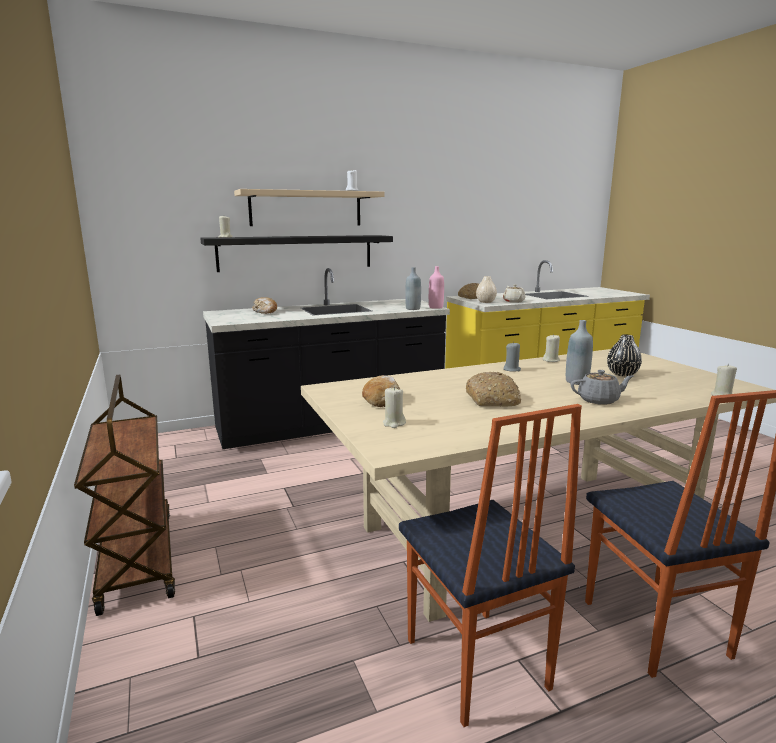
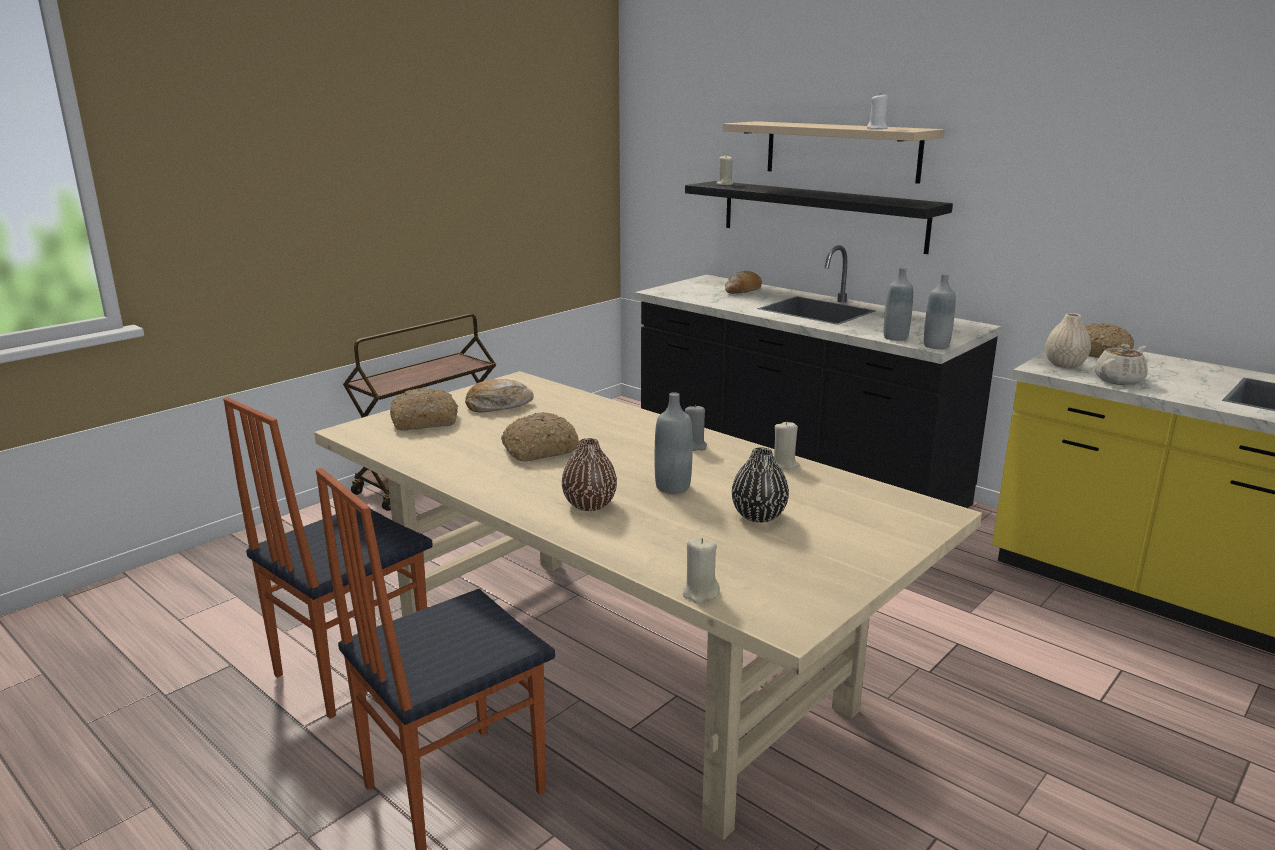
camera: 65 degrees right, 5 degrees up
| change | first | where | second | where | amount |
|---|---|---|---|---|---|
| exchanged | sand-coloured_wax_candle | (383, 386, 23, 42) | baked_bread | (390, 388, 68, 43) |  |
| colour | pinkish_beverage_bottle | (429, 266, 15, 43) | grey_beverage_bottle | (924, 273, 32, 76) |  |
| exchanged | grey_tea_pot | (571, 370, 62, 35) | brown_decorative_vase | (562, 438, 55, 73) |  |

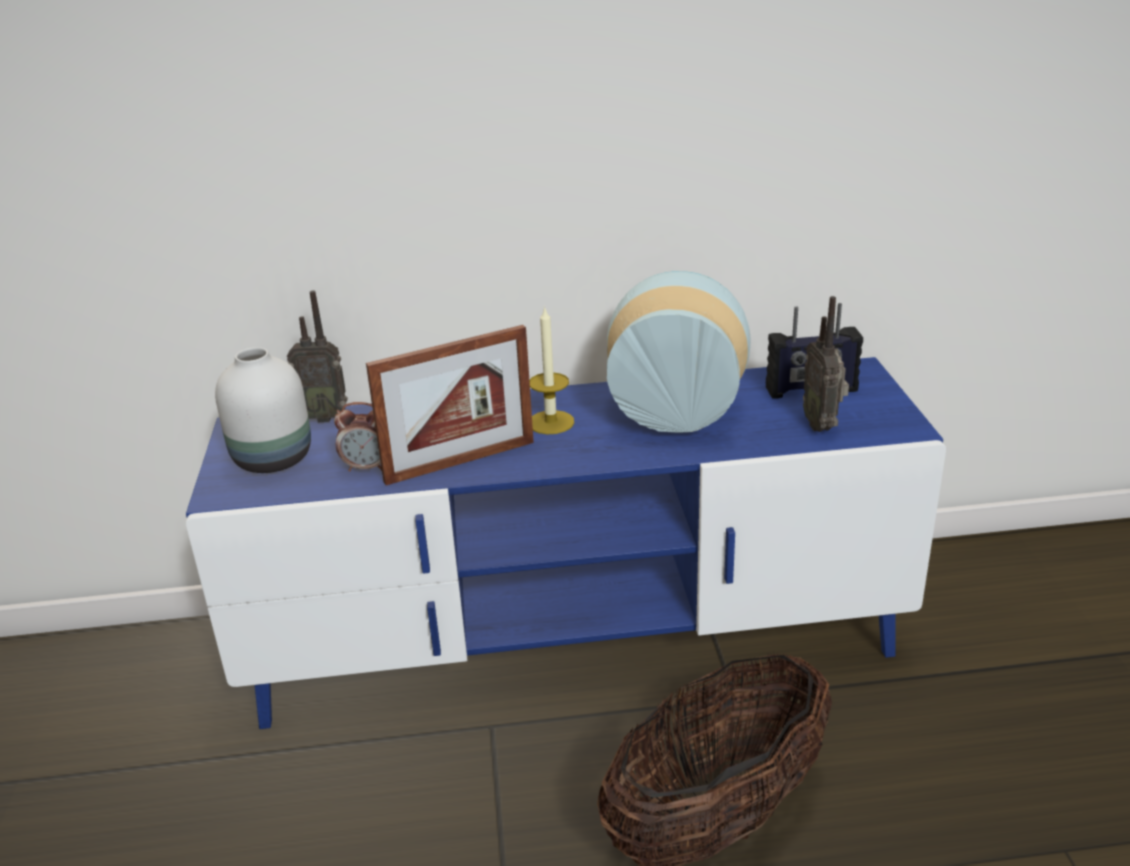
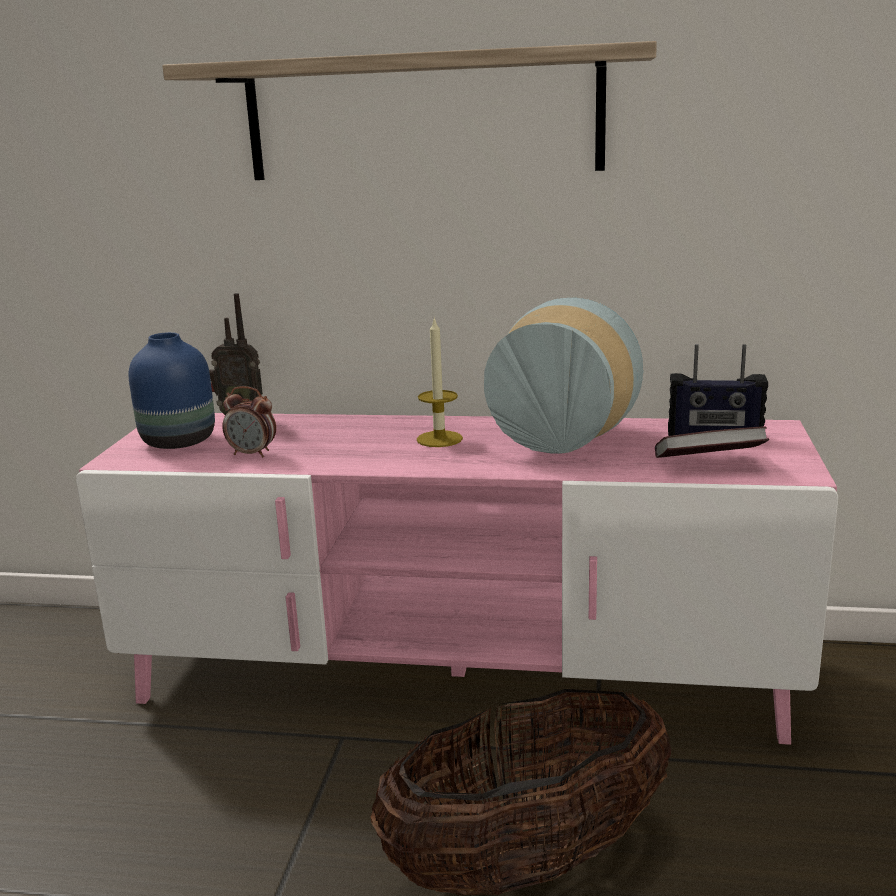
camera: 15 degrees right, 10 degrees down
| change | first | where | second | where | amount |
|---|---|---|---|---|---|
| colour | blue-coloured_tv_stand | (186, 357, 760, 372) | pinkish_tv_stand | (76, 413, 762, 332) |  |
| colour | whitish_decorative_vase | (215, 347, 96, 126) | blue-coloured_decorative_vase | (128, 332, 87, 117) |  |
| missing | picture_frame | (366, 325, 168, 160) |  |  |  |
| exchanged | radio | (803, 296, 46, 136) | bound_book | (655, 427, 114, 31) |  |
| appeared |  |  | wall_shelf | (162, 41, 495, 139) |  |

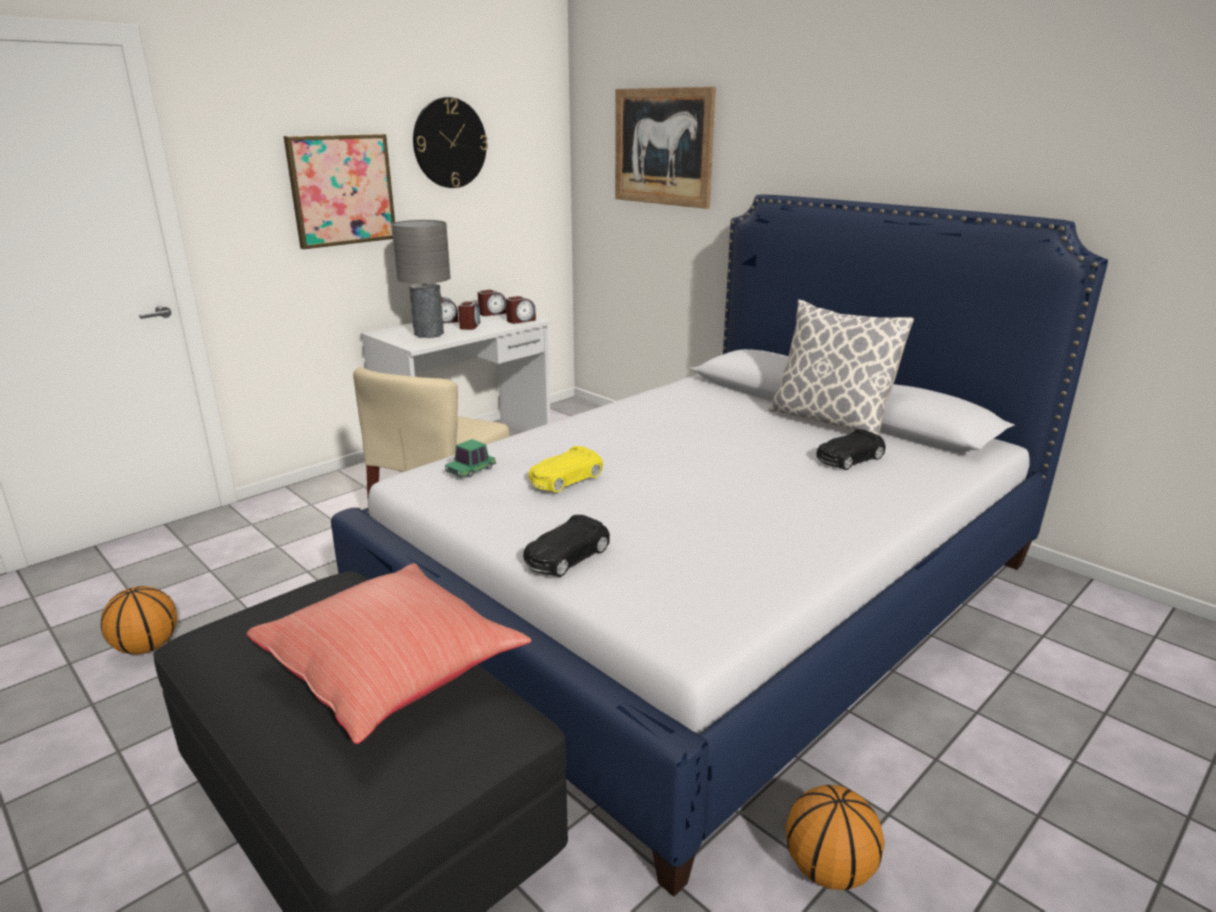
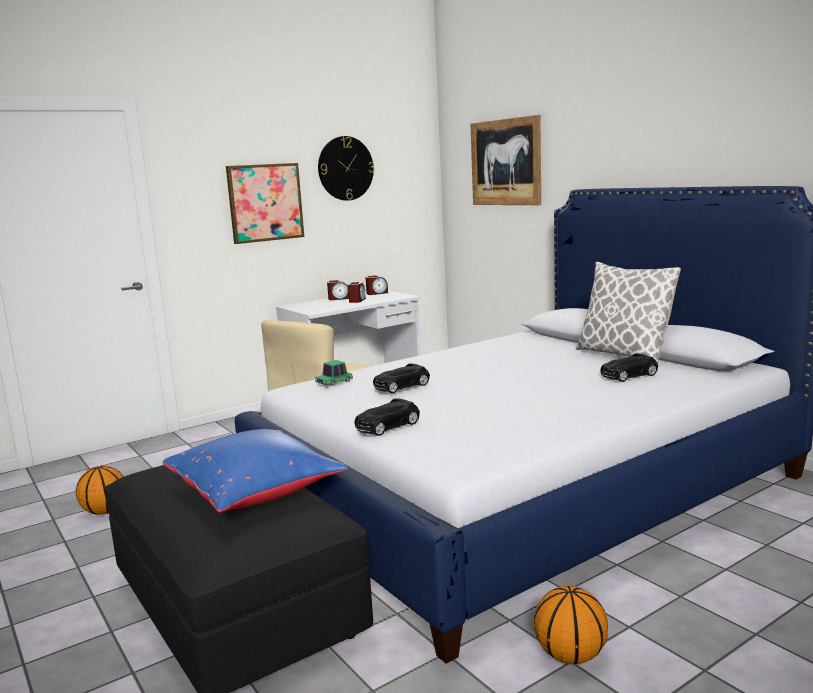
camera: 10 degrees right, 10 degrees down
| change | first | where | second | where | amount |
|---|---|---|---|---|---|
| colour | red_pillow | (247, 563, 284, 181) | blue-coloured_pillow | (163, 429, 186, 83) |  |
| missing | grey_tabletop_lamp | (391, 220, 59, 118) |  |  |  |
| missing | table_clock | (506, 296, 30, 28) |  |  |  |
| colour | yellow_miniature_car | (528, 446, 75, 47) | blackish_miniature_car | (373, 363, 57, 30) |  |

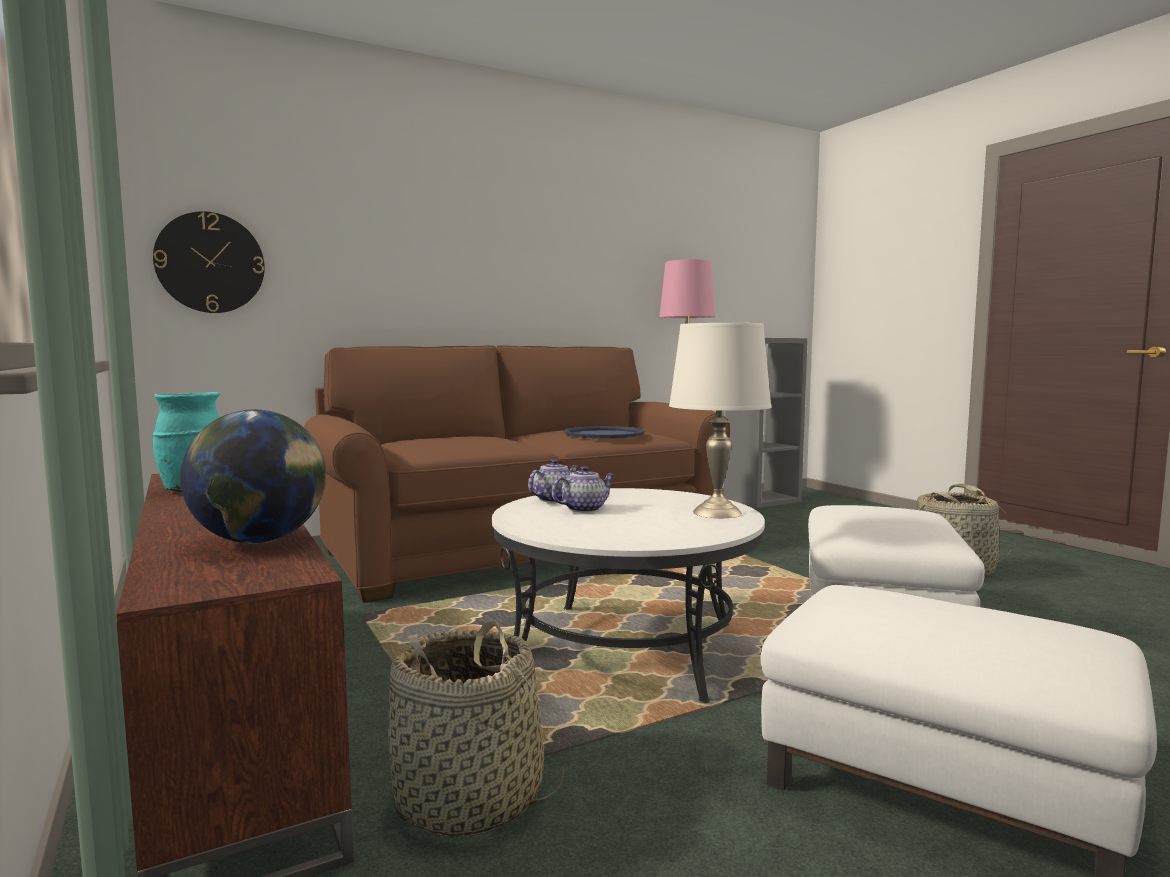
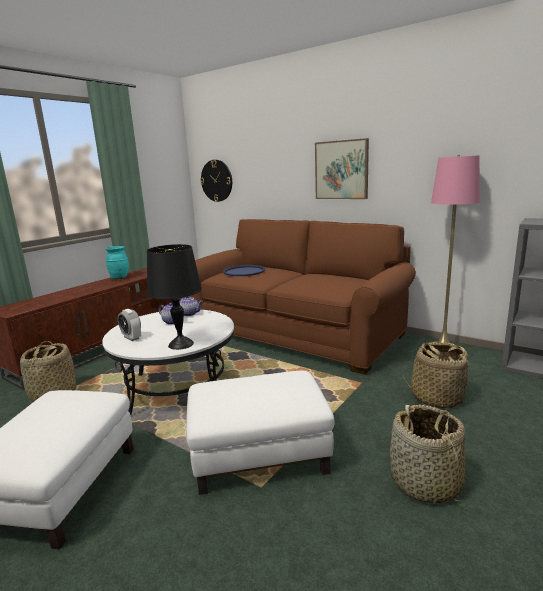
camera: 65 degrees right, 10 degrees up
| change | first | where | second | where | amount |
|---|---|---|---|---|---|
| missing | desk_globe | (180, 410, 146, 134) |  |  |  |
| relocated | blue-coloured_serving_tray | (564, 426, 80, 13) |  | (223, 265, 42, 11) |  |
| colour | whitish_tabletop_lamp | (669, 323, 103, 195) | blackish_tabletop_lamp | (147, 244, 55, 106) |  |
| appeared |  |  | table_clock | (118, 309, 23, 32) |  |
| appeared |  |  | wall_art | (315, 138, 54, 61) |  |
| appeared |  |  | storage_basket | (402, 342, 71, 67) |  |

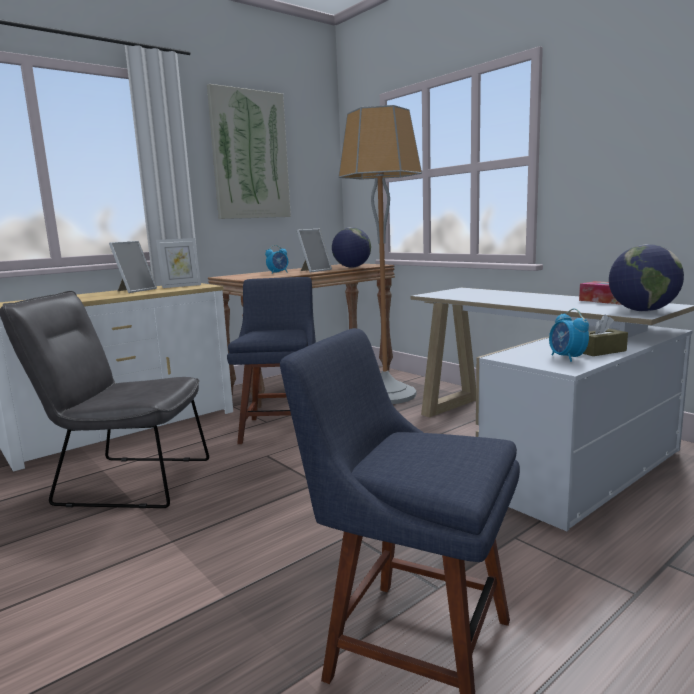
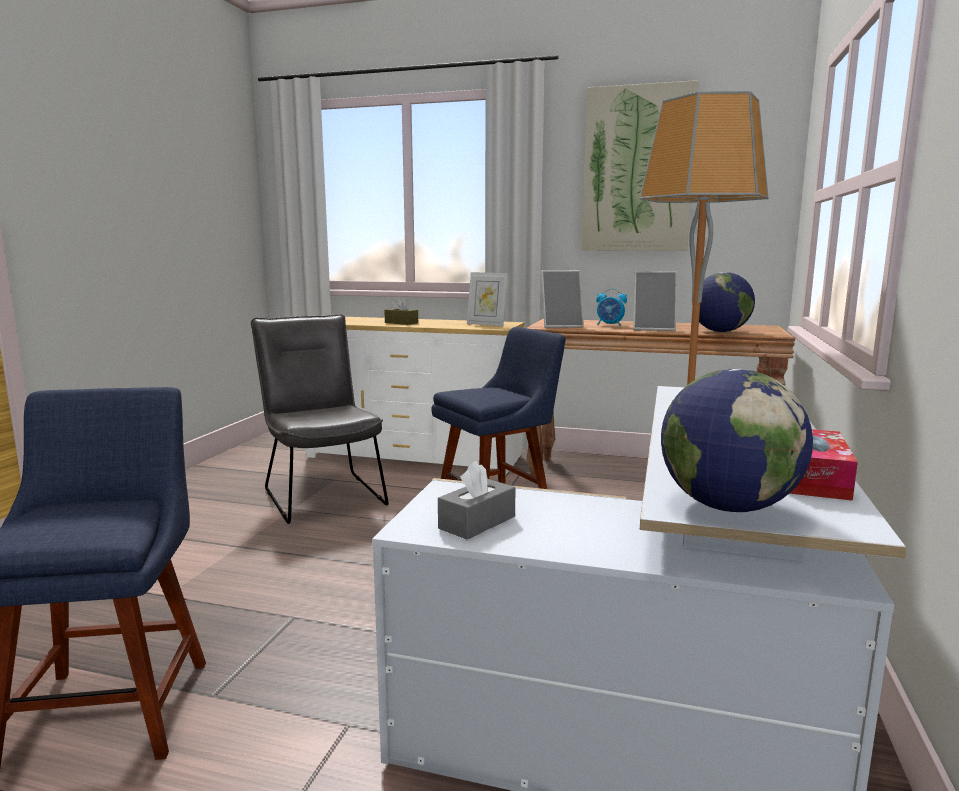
camera: 55 degrees right, 0 degrees up
| change | first | where | second | where | amount |
|---|---|---|---|---|---|
| relocated | picture_frame | (109, 241, 48, 52) |  | (541, 270, 43, 58) |  |
| exchanged | table_clock | (549, 308, 40, 54) | grey_tissue_holder | (438, 461, 77, 79) |  |
| relocated | brown_tissue_holder | (583, 315, 45, 41) |  | (384, 297, 34, 28) |  |

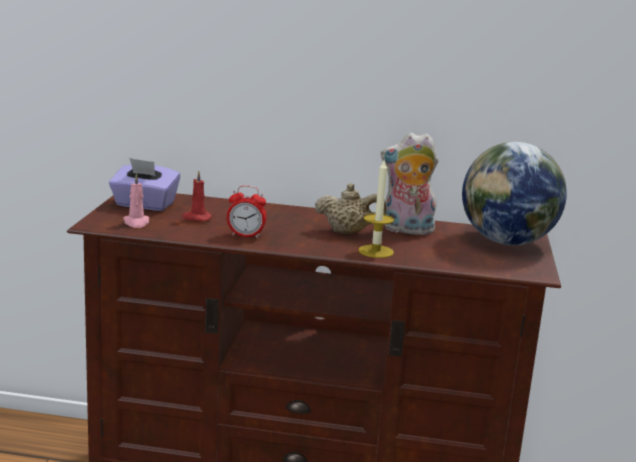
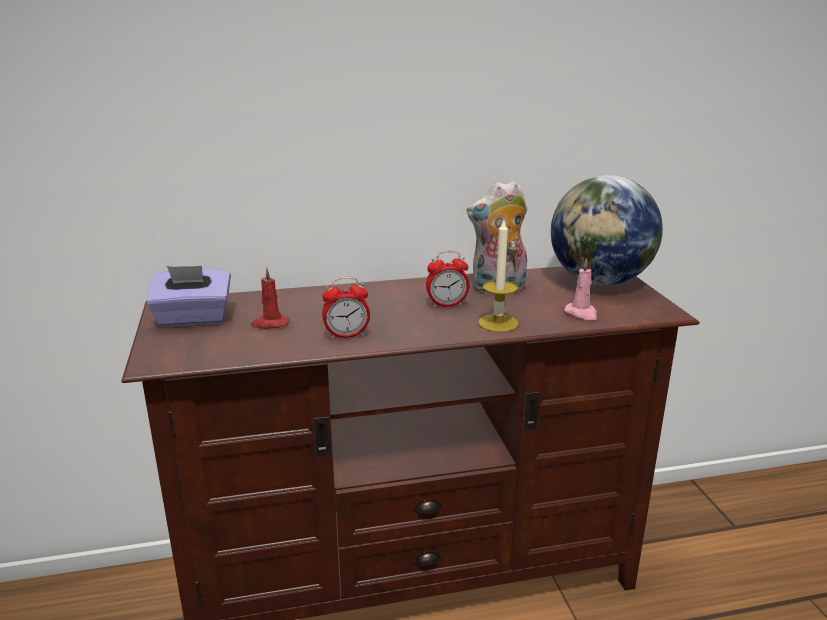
camera: 20 degrees left, 5 degrees up
| change | first | where | second | where | amount |
|---|---|---|---|---|---|
| relocated | pinkish_wax_candle | (123, 173, 26, 55) |  | (564, 258, 33, 62) |  |
| exchanged | sand-coloured_tea_pot | (315, 183, 72, 51) | table_clock | (426, 251, 44, 56) |  |

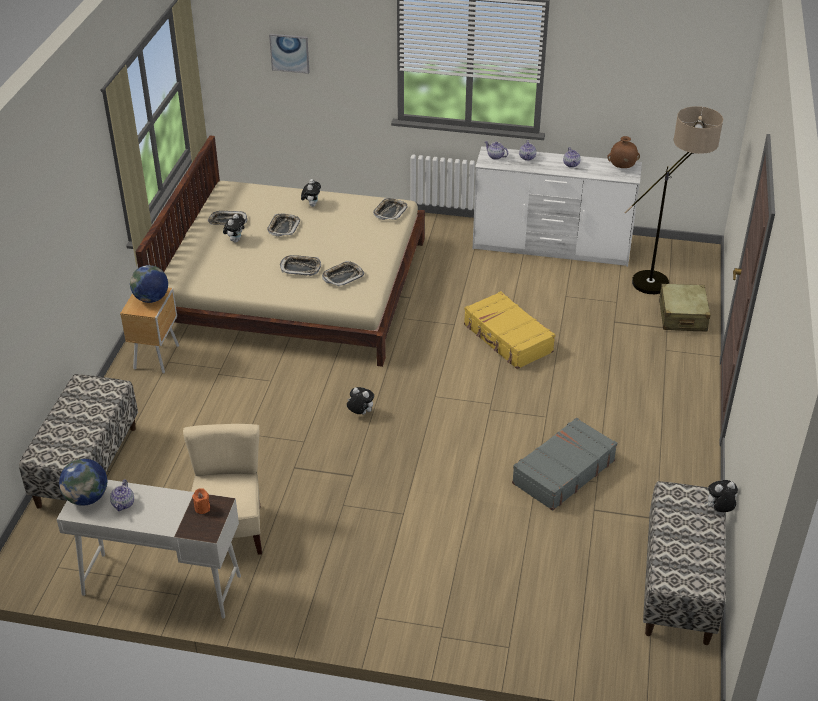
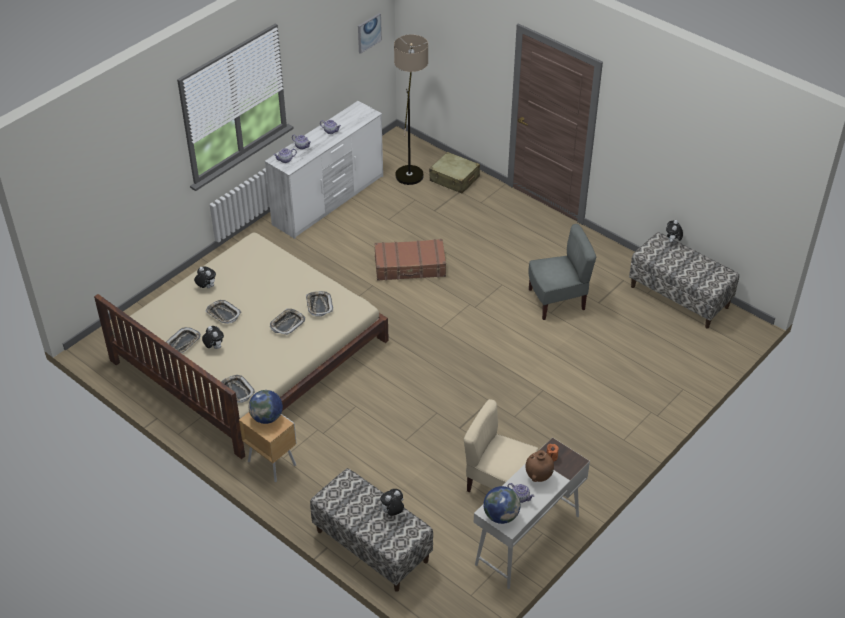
camera: 60 degrees left, 5 degrees up
| change | first | where | second | where | amount |
|---|---|---|---|---|---|
| relocated | wall_art | (269, 34, 41, 40) |  | (358, 13, 24, 41) |  |
| relocated | soft_toy | (347, 387, 27, 28) |  | (380, 489, 24, 27) |  |
| relocated | serving_tray | (373, 198, 35, 22) |  | (221, 375, 34, 28) |  |
| colour | yellow_travel_case | (464, 291, 91, 78) | brown_travel_case | (374, 239, 72, 42) |  |
| exchanged | grey_travel_case | (512, 418, 105, 93) | grey_chair | (529, 224, 67, 96) |  |
| relocated | brown_decorative_vase | (607, 136, 33, 32) |  | (526, 450, 28, 32) |  |

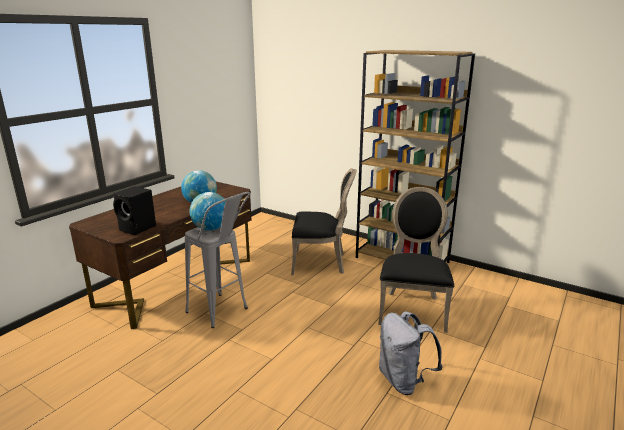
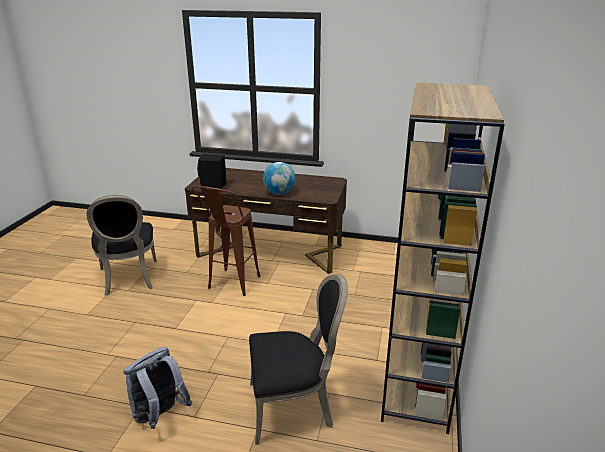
camera: 70 degrees right, 5 degrees up
| change | first | where | second | where | amount |
|---|---|---|---|---|---|
| colour | grey_stool_seat | (185, 192, 65, 136) | brown_stool_seat | (191, 185, 69, 111) |  |
| missing | desk_globe | (190, 192, 35, 39) |  |  |  |
| relocated | blackish_chair | (291, 168, 66, 107) |  | (86, 195, 71, 101) |  |

